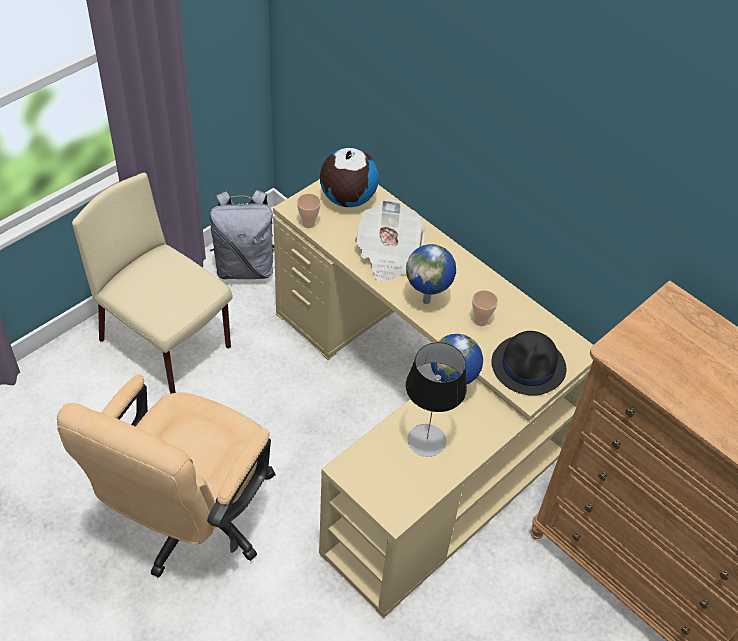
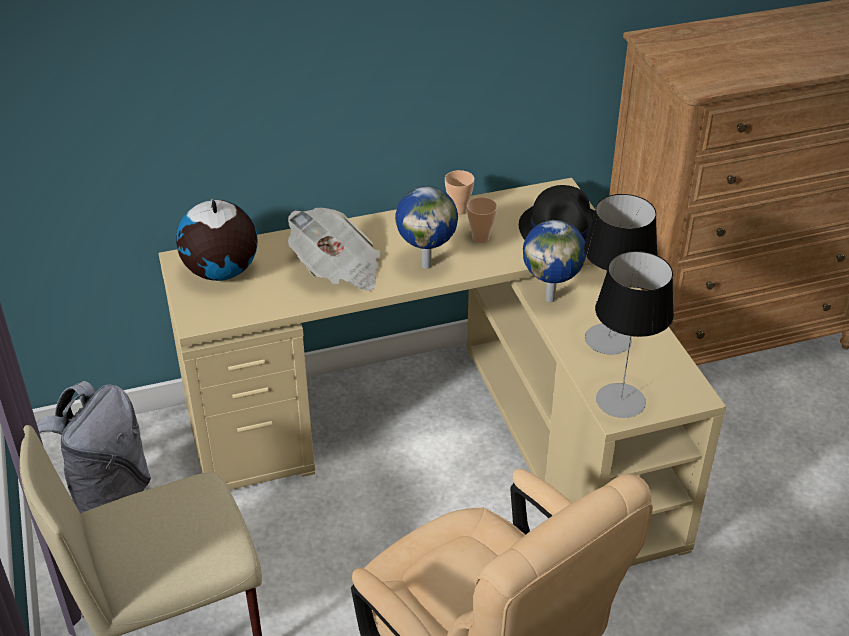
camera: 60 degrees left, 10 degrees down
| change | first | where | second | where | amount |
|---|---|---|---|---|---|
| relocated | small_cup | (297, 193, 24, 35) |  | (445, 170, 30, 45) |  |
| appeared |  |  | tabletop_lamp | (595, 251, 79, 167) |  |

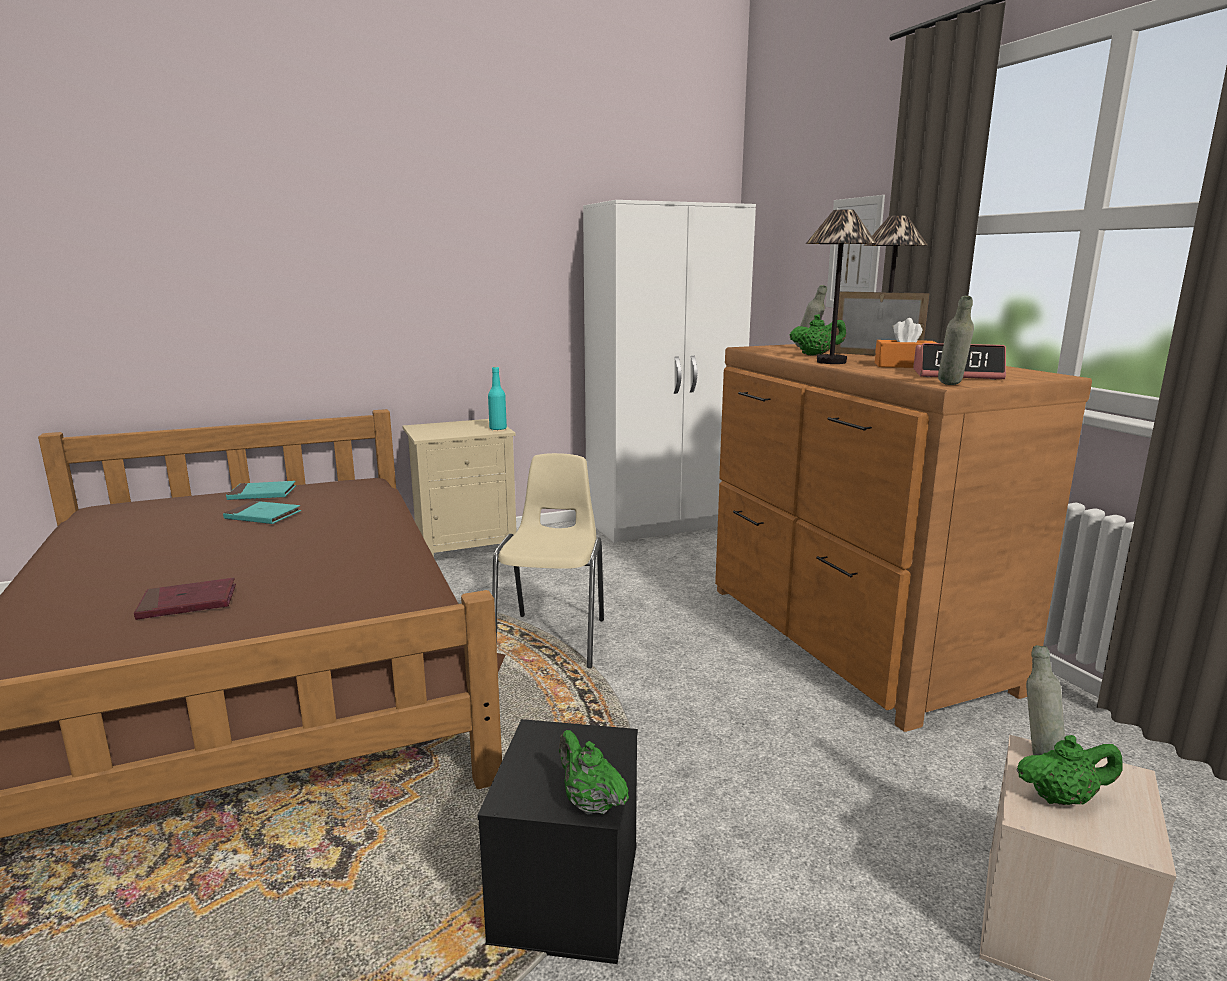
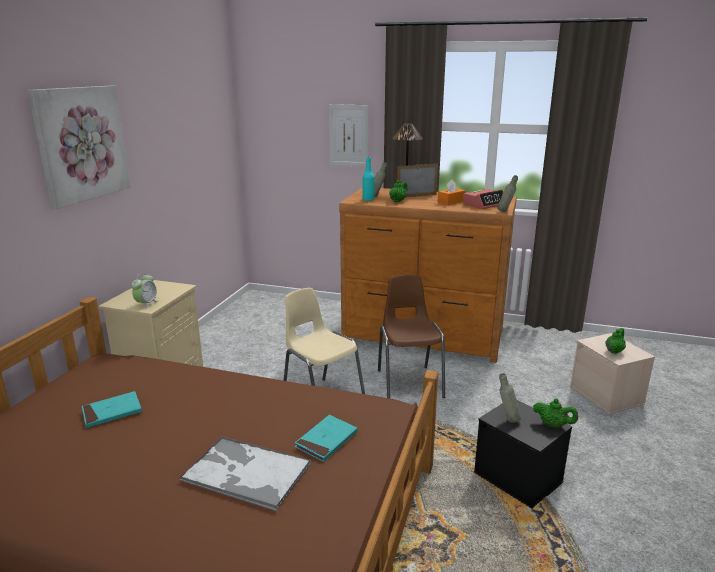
camera: 50 degrees left, 5 degrees up
| change | first | where | second | where | amount |
|---|---|---|---|---|---|
| exchanged | red_bound_book | (134, 578, 102, 42) | serving_tray | (179, 436, 132, 76) |  |
| relocated | blue-green_bound_book | (226, 481, 70, 19) |  | (295, 415, 63, 47) |  |
| relocated | blue-green_beverage_bottle | (488, 367, 19, 63) |  | (362, 157, 12, 44) |  |
| spun | green-coloured_tea_pot | (559, 730, 70, 84) |  | (533, 398, 45, 30) | 150 degrees counterclockwise |
| missing | whitish_clothes_cupboard | (583, 200, 173, 343) |  |  |  |
| missing | tabletop_lamp | (806, 209, 70, 155) |  |  |  |
| relocated | grey_beverage_bottle | (1026, 645, 39, 110) |  | (499, 373, 22, 50) |  |
| appeared |  |  | wall_art | (28, 86, 103, 123) |  |
| appeared |  |  | table_clock | (131, 273, 27, 36) |  |
| appeared |  |  | brown_chair | (378, 275, 67, 124) |  |

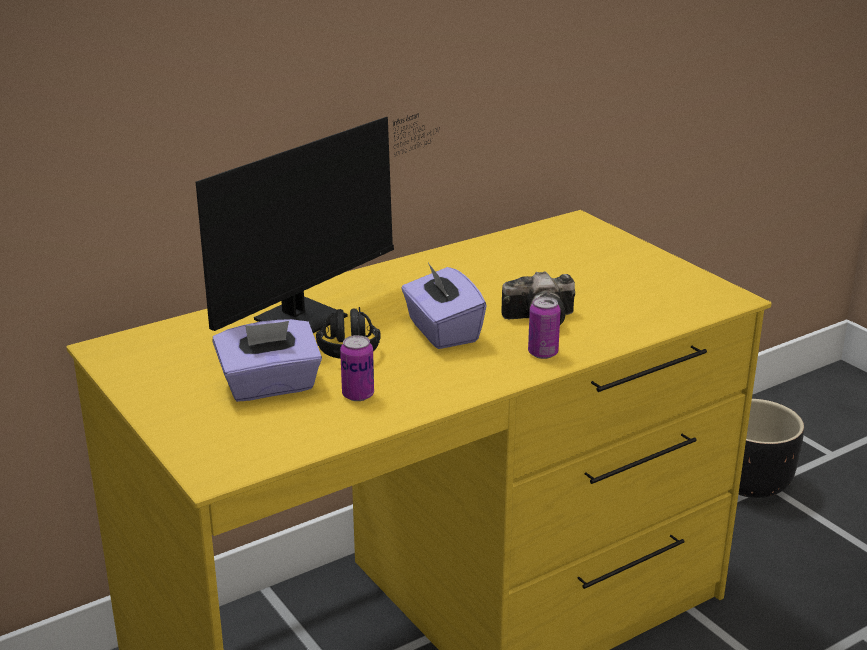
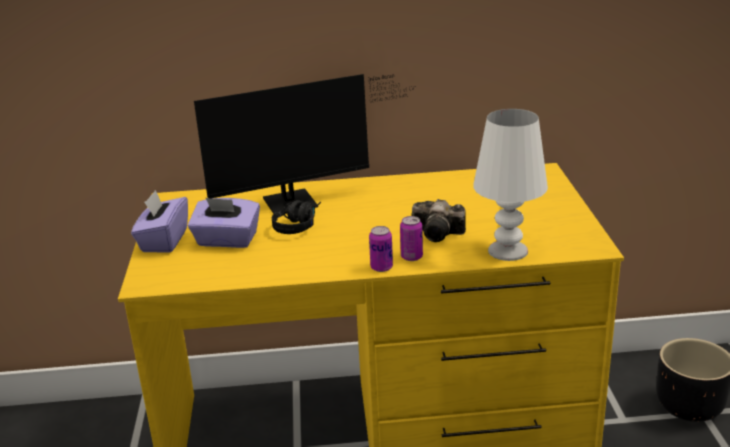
camera: 30 degrees right, 0 degrees up
| change | first | where | second | where | amount |
|---|---|---|---|---|---|
| relocated | sealed_can | (340, 335, 34, 66) |  | (369, 226, 24, 46) |  |
| relocated | purple-coloured_tissue_holder | (401, 263, 85, 86) |  | (131, 190, 57, 63) |  |
| appeared |  |  | whitish_tabletop_lamp | (473, 109, 75, 152) |  |

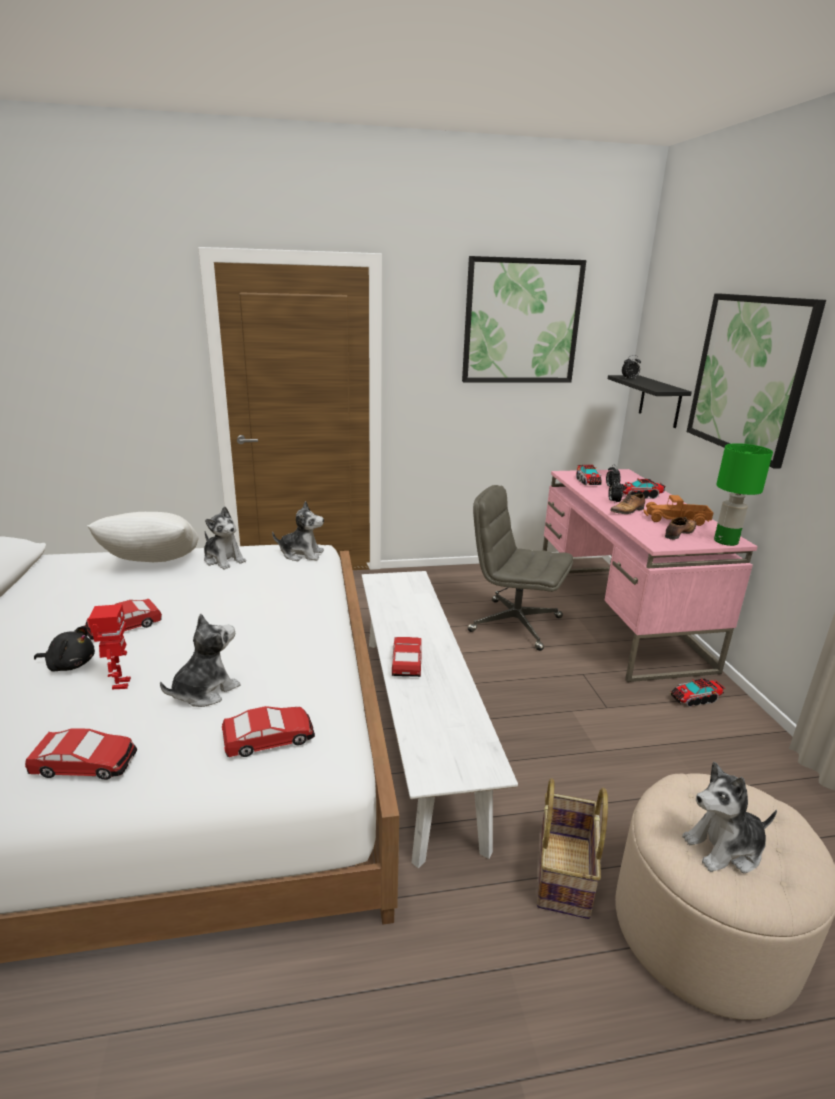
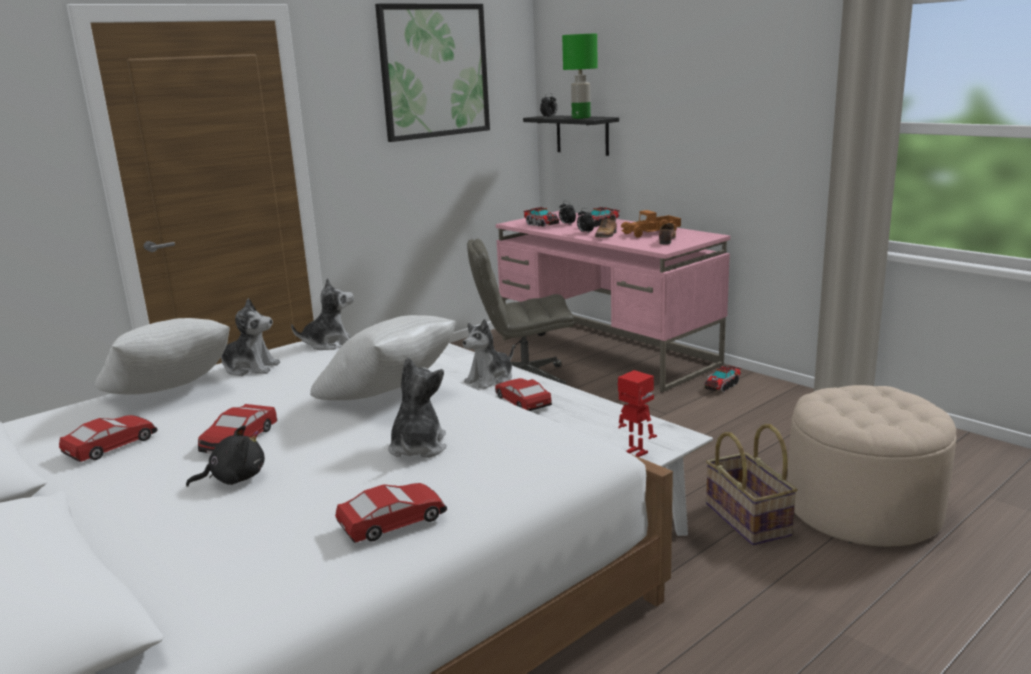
camera: 30 degrees left, 5 degrees down
| change | first | where | second | where | amount |
|---|---|---|---|---|---|
| relocated | toy_robot | (88, 604, 43, 85) |  | (618, 370, 39, 87) |  |
| relocated | miniature_car | (222, 706, 93, 51) |  | (59, 415, 99, 47) |  |
| relocated | soft_toy | (682, 762, 95, 111) |  | (463, 319, 51, 70) |  |
| missing | wall_art | (687, 293, 139, 176) |  |  |  |
| relocated | green-coloured_tabletop_lamp | (714, 443, 59, 103) |  | (562, 34, 36, 85) |  |
| appeared |  |  | whitish_pillow | (310, 315, 147, 85) |  |

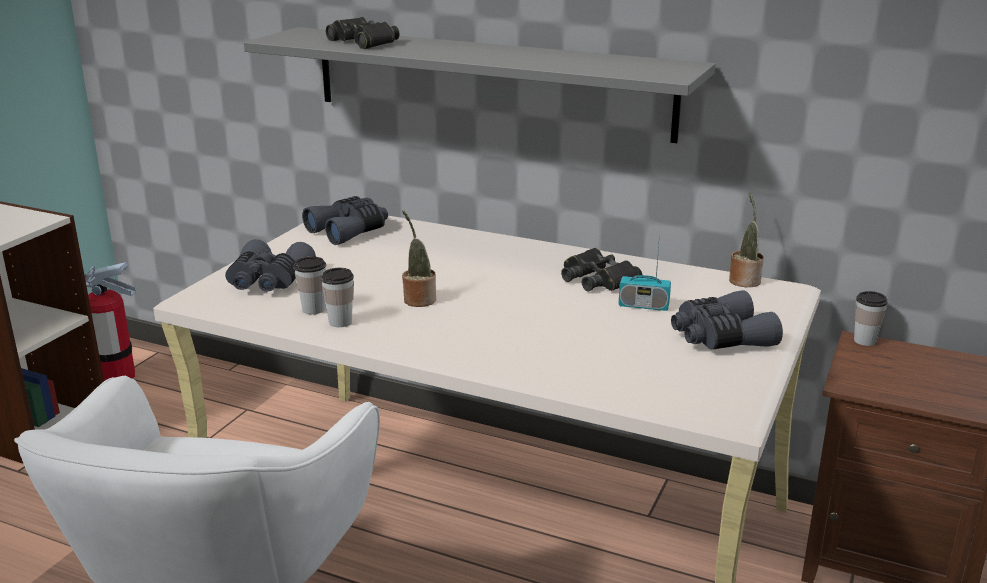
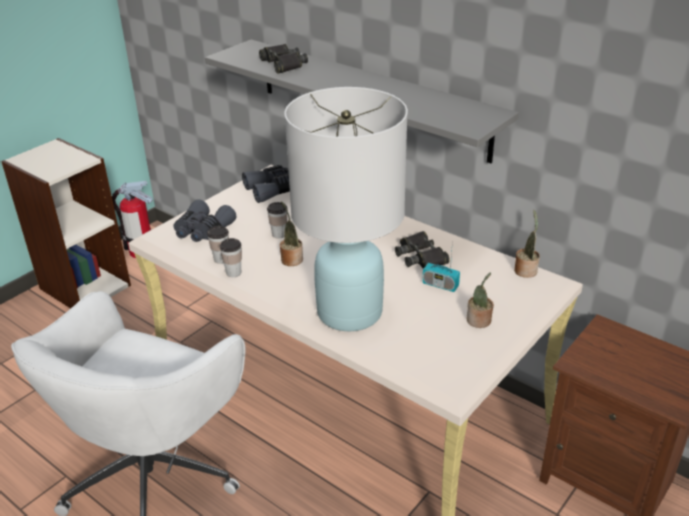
camera: 15 degrees right, 10 degrees up
| change | first | where | second | where | amount |
|---|---|---|---|---|---|
| exchanged | grey_binoculars | (671, 290, 112, 60) | plant_in_a_pot | (466, 272, 28, 56) |  |
| relocated | small_cup | (854, 291, 34, 55) |  | (267, 202, 20, 37) |  |
| appeared |  |  | whitish_tabletop_lamp | (284, 87, 124, 244) |  |

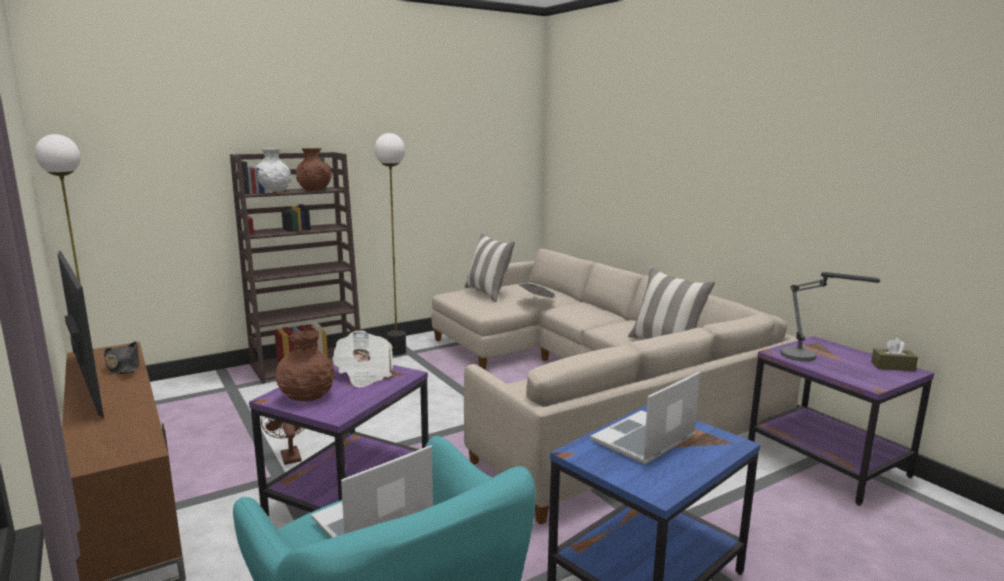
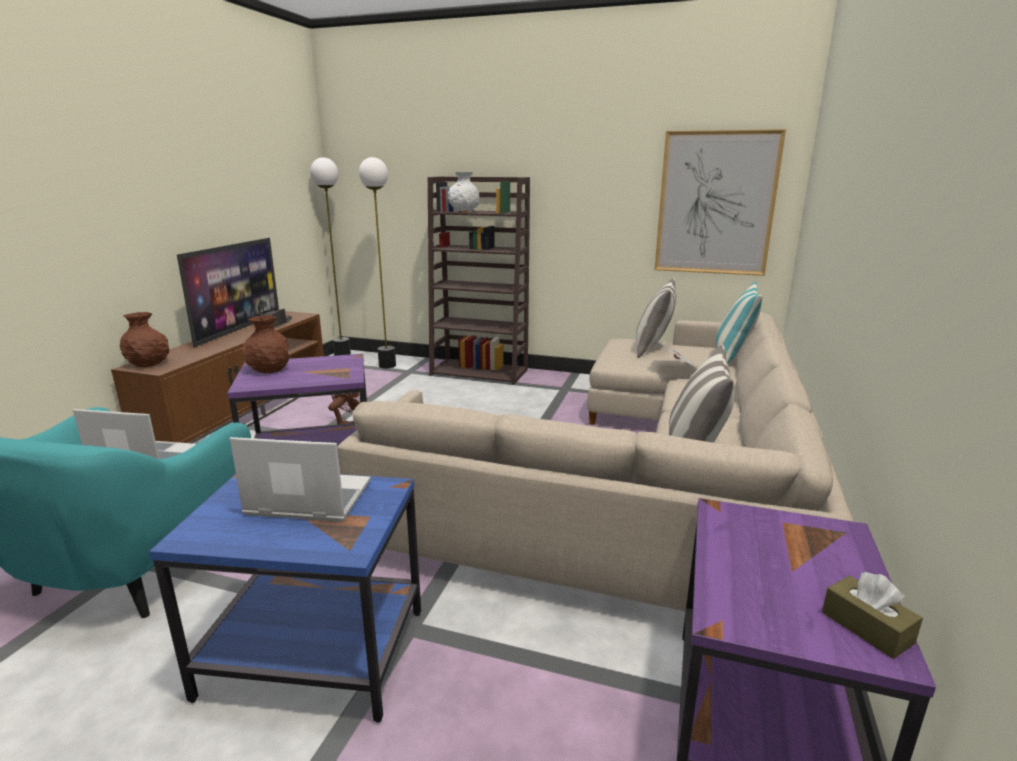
camera: 50 degrees right, 5 degrees up
| change | first | where | second | where | amount |
|---|---|---|---|---|---|
| relocated | brown_decorative_vase | (296, 148, 36, 43) |  | (120, 312, 49, 55) |  |
| missing | daily_paper | (332, 331, 61, 57) |  |  |  |
| relocated | standard_lamp | (374, 133, 32, 222) |  | (359, 157, 37, 211) |  |
| missing | tabletop_lamp | (780, 272, 100, 90) |  |  |  |
| appeared |  |  | wall_art | (655, 129, 131, 147) |  |
| appeared |  |  | pillow | (715, 281, 47, 83) |  |

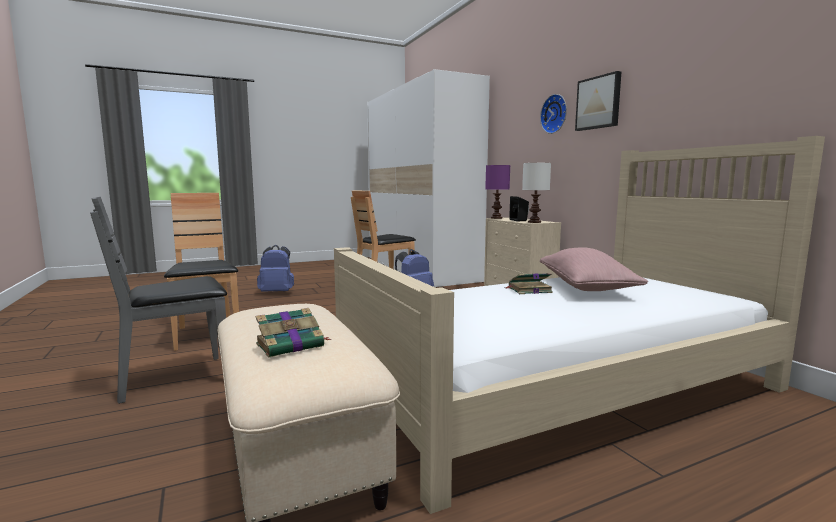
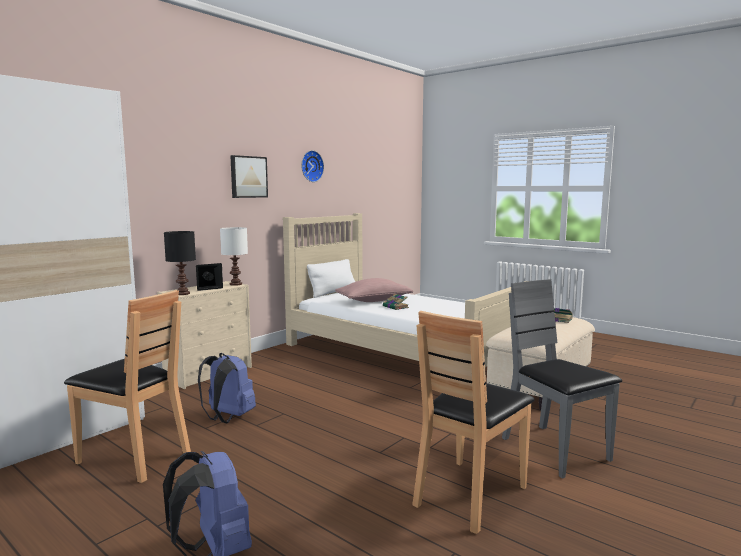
camera: 115 degrees left, 0 degrees up
| change | first | where | second | where | amount |
|---|---|---|---|---|---|
| spun | grey_chair | (90, 197, 137, 207) |  | (502, 279, 120, 200) | 150 degrees counterclockwise |
| colour | purple-coloured_tabletop_lamp | (485, 165, 25, 54) | blackish_tabletop_lamp | (164, 231, 32, 64) |  |
| relocated | clock_on_the_wall | (540, 94, 27, 40) |  | (301, 150, 23, 32) |  |
| appeared |  |  | whitish_pillow | (307, 259, 48, 39) |  |

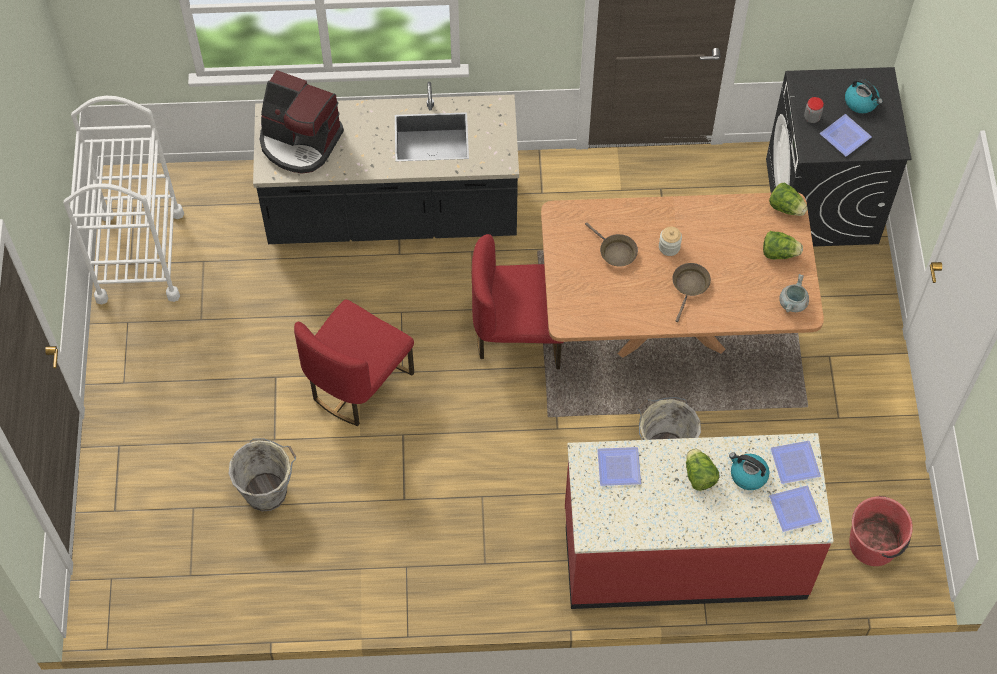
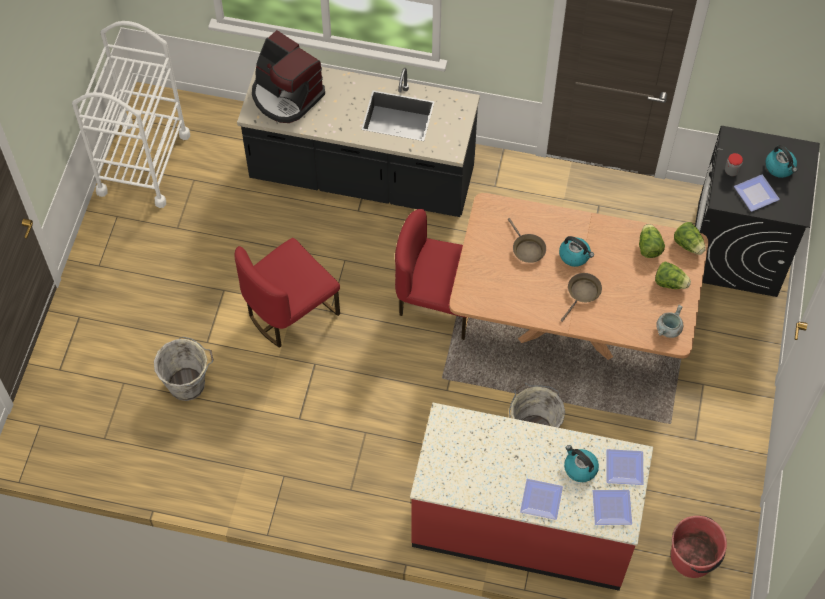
camera: 15 degrees right, 0 degrees up
| change | first | where | second | where | amount |
|---|---|---|---|---|---|
| relocated | flat_dish | (597, 447, 44, 39) |  | (520, 479, 43, 41) |  |
| exchanged | jar | (659, 227, 23, 29) | tea_kettle | (559, 236, 35, 31) |  |
| relocated | head_of_lettuce | (686, 448, 34, 43) |  | (639, 224, 26, 34) |  |

